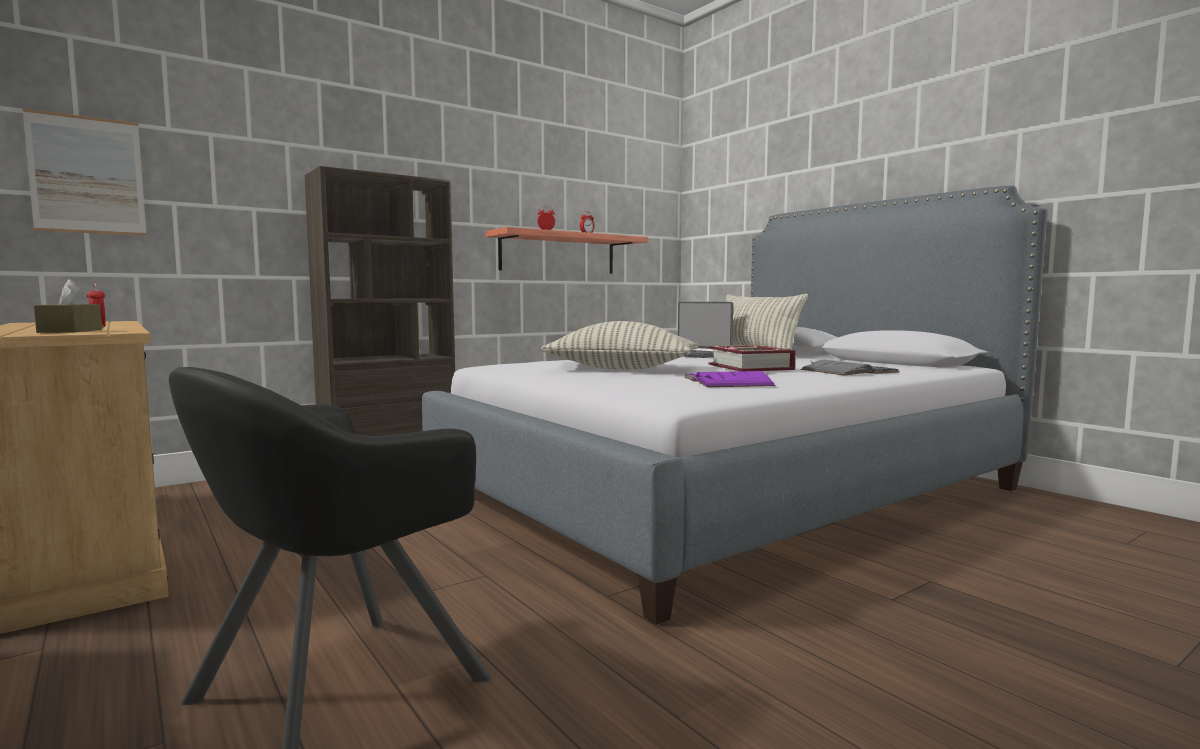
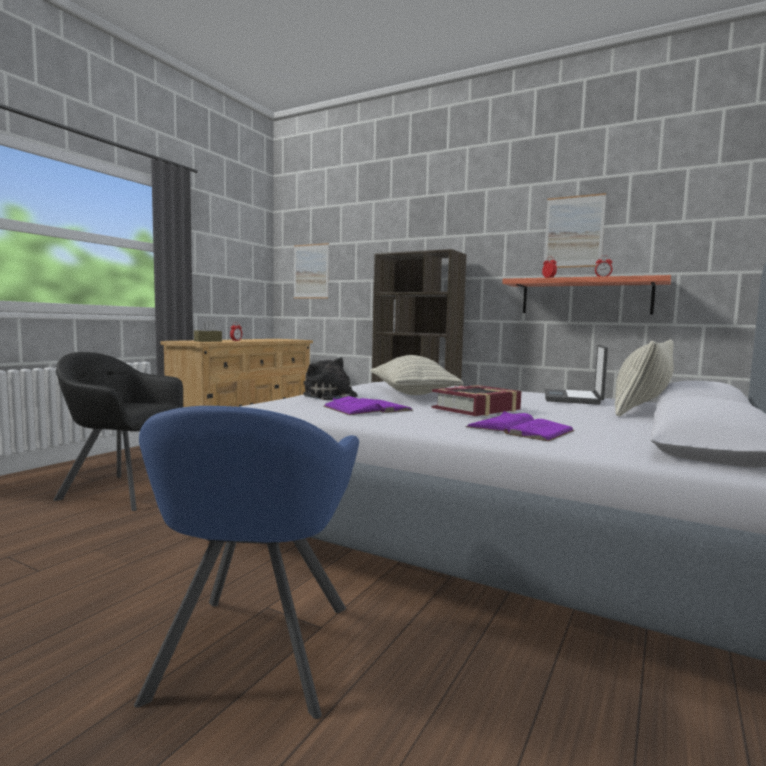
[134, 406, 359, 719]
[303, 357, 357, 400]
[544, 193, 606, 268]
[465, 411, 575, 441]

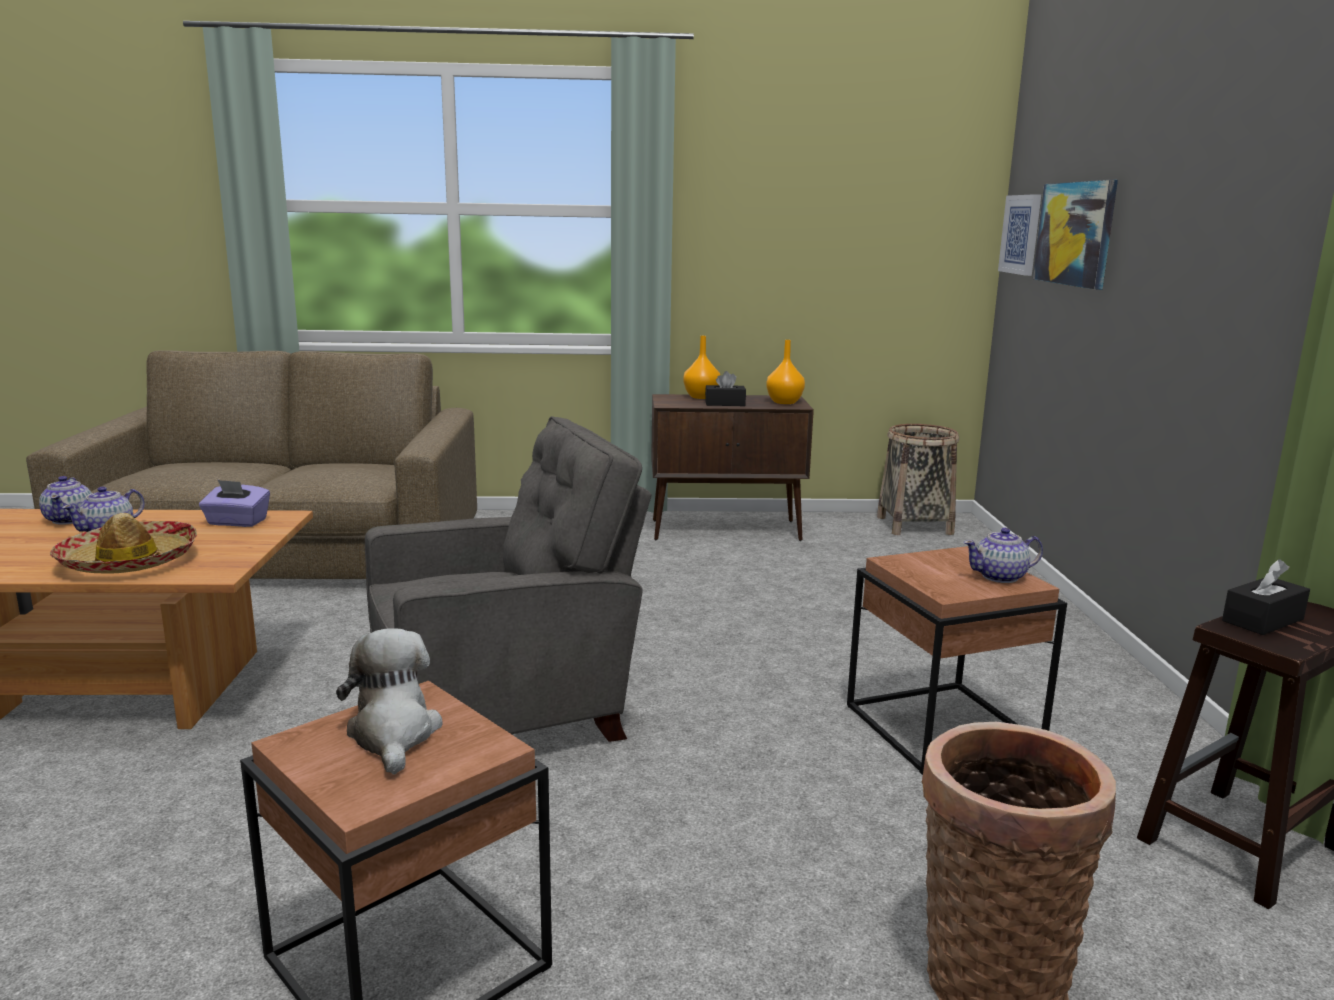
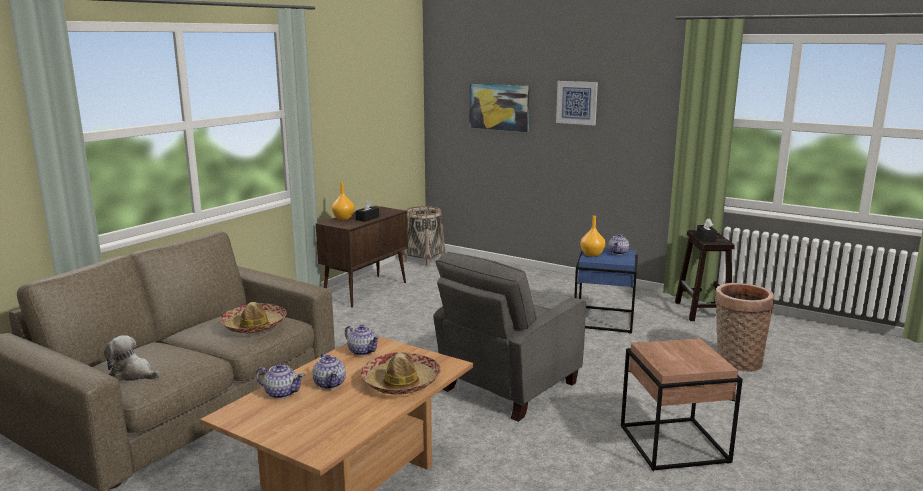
[220, 302, 287, 333]
[104, 335, 160, 381]
[580, 216, 605, 257]
[556, 81, 598, 125]
[345, 325, 380, 356]
[574, 248, 638, 334]
[433, 252, 586, 422]

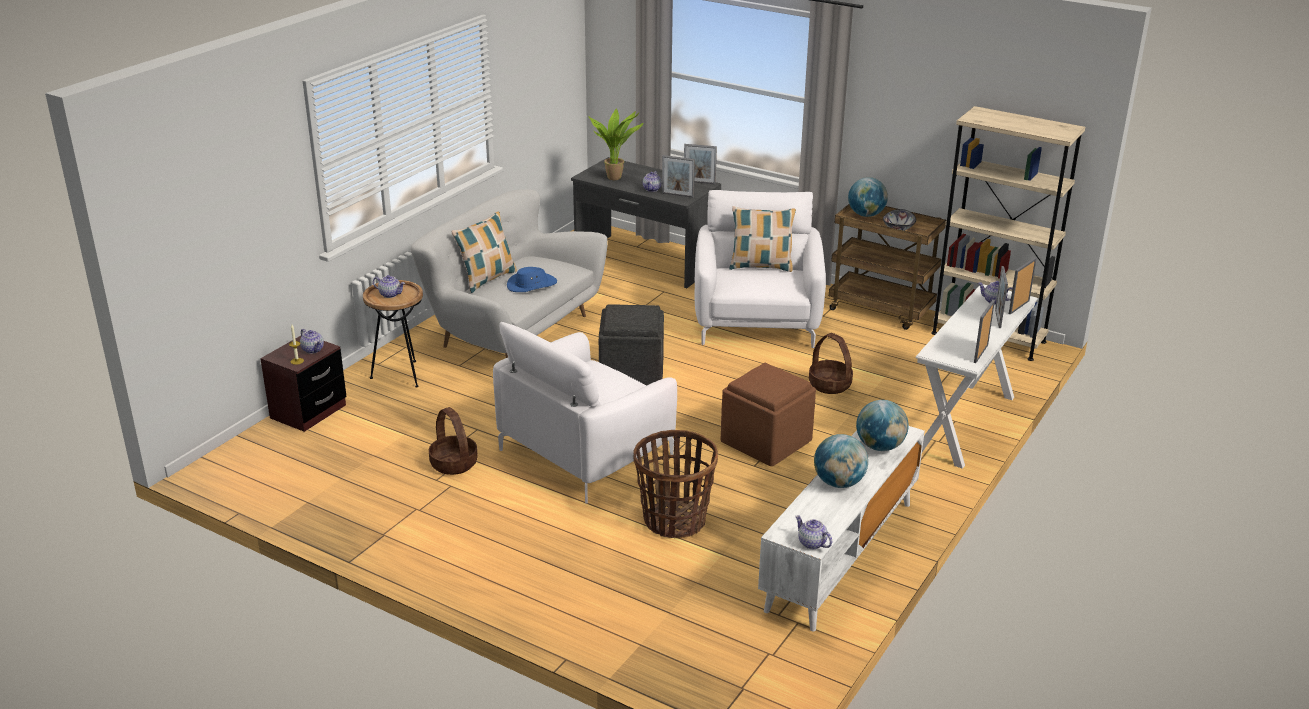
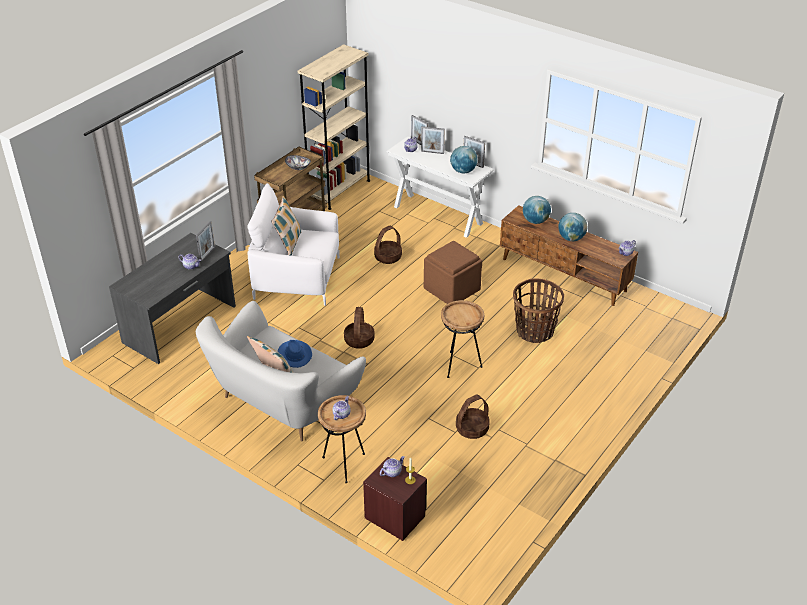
[588, 109, 643, 180] (first image)
[684, 144, 717, 184] (first image)
[450, 146, 478, 173]
[441, 300, 484, 378]
[344, 307, 375, 349]
[500, 205, 638, 306]

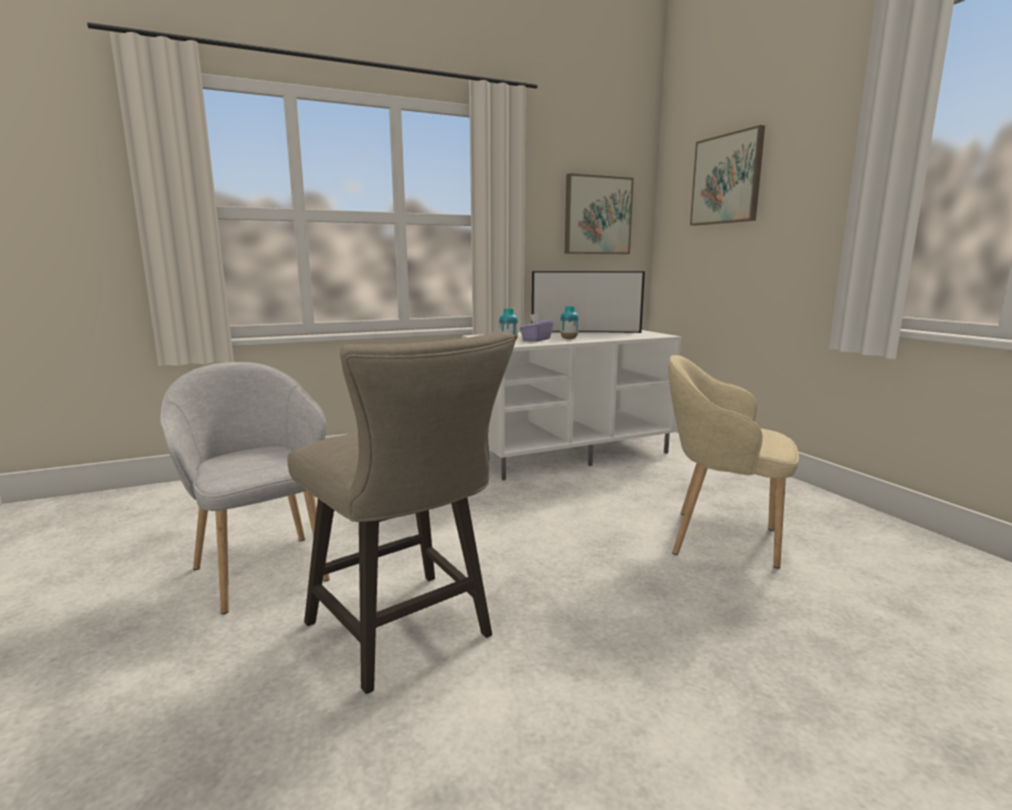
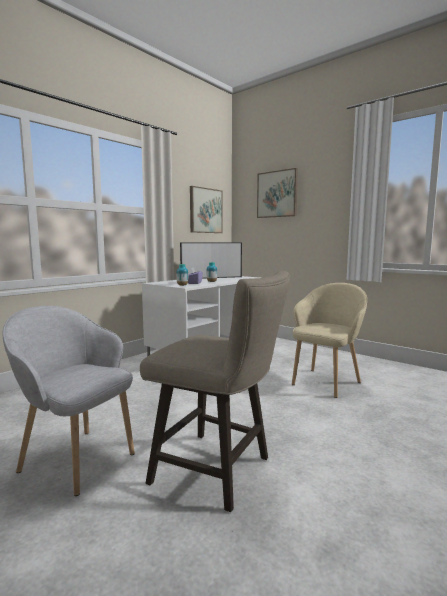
[292, 283, 367, 398]

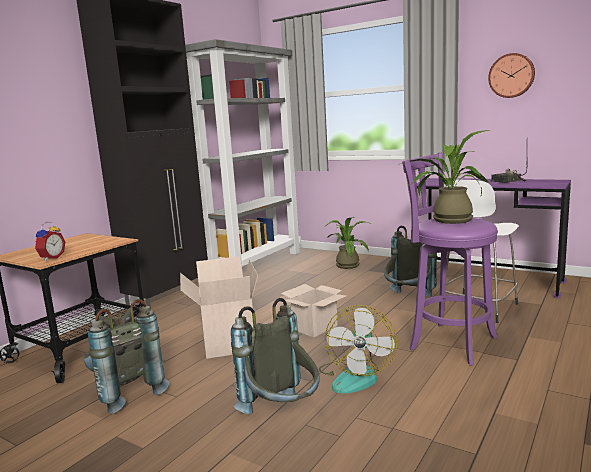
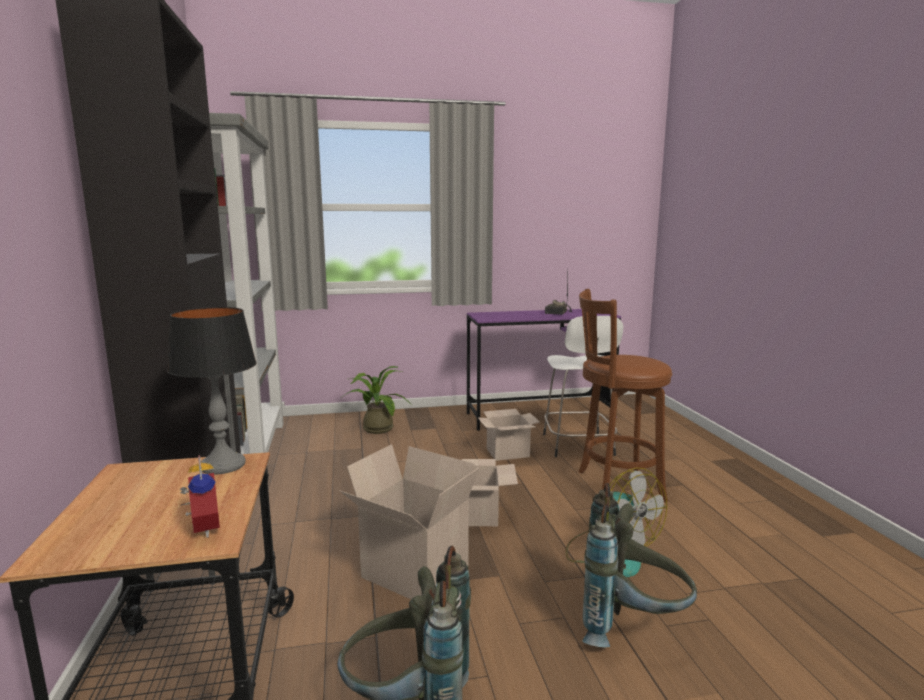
[401, 130, 490, 224] (first image)
[488, 53, 535, 98] (first image)
[167, 307, 257, 474]
[478, 409, 540, 461]
[579, 289, 672, 503]

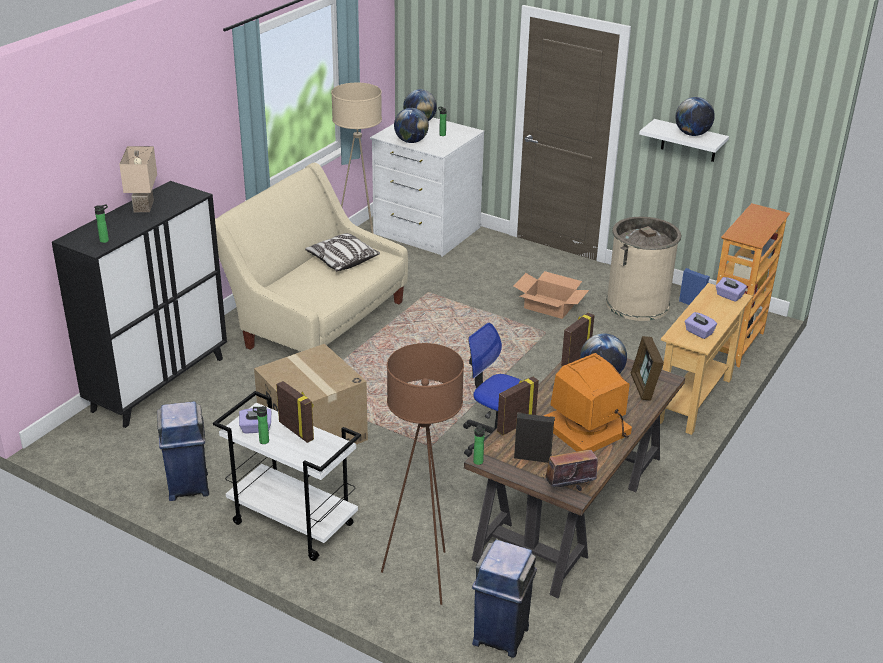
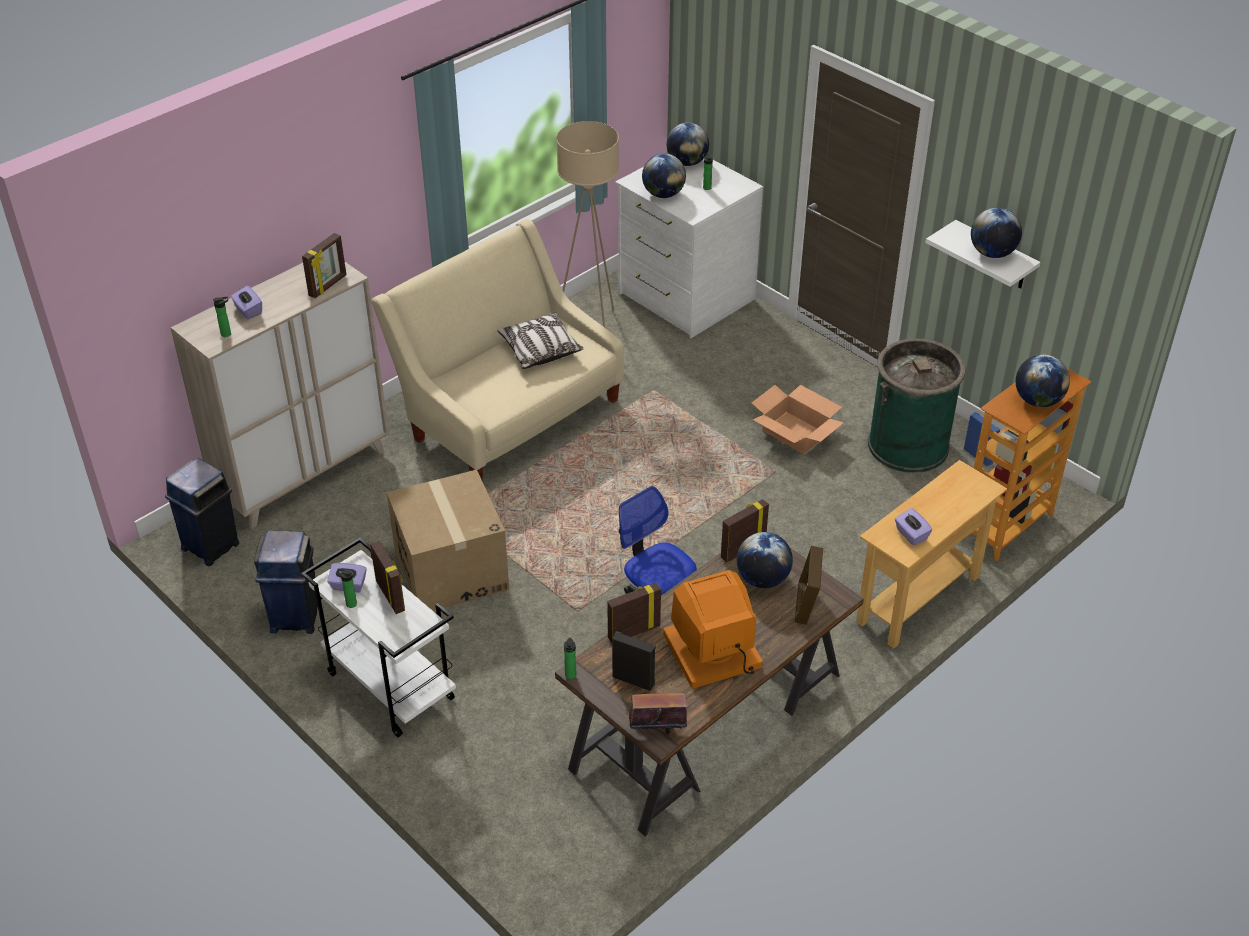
[119, 146, 157, 212] (first image)
[381, 343, 464, 605] (first image)
[302, 233, 346, 298]
[1016, 355, 1070, 407]
[165, 458, 239, 566]
[231, 286, 262, 319]
[171, 262, 389, 529]
[868, 338, 966, 473]

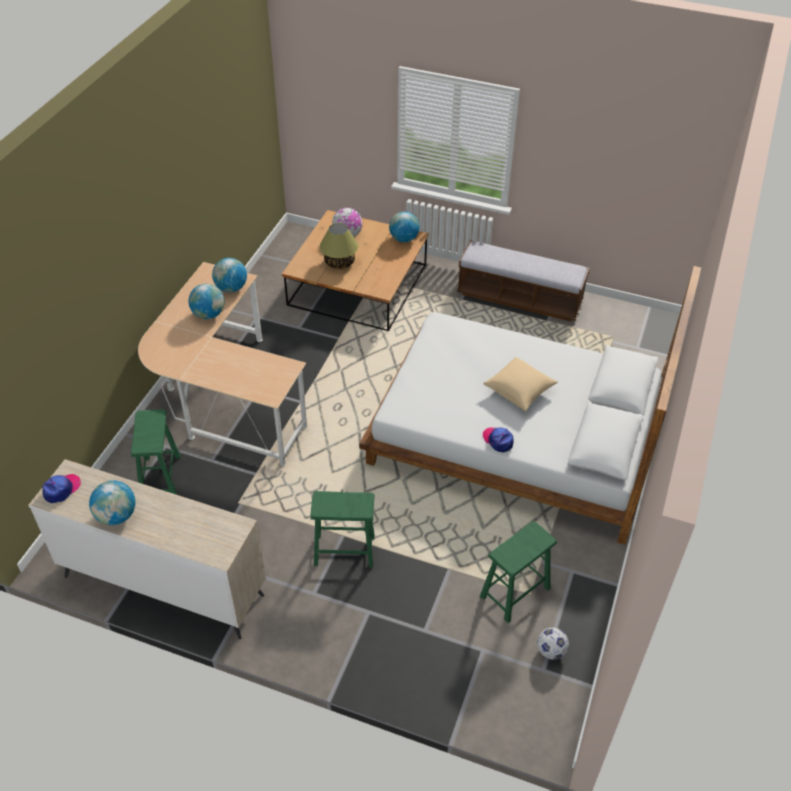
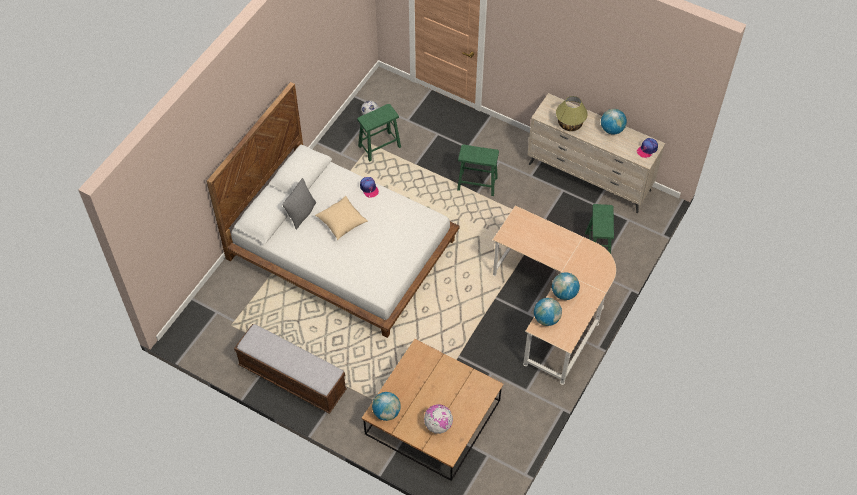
[283, 178, 316, 230]
[556, 96, 588, 131]

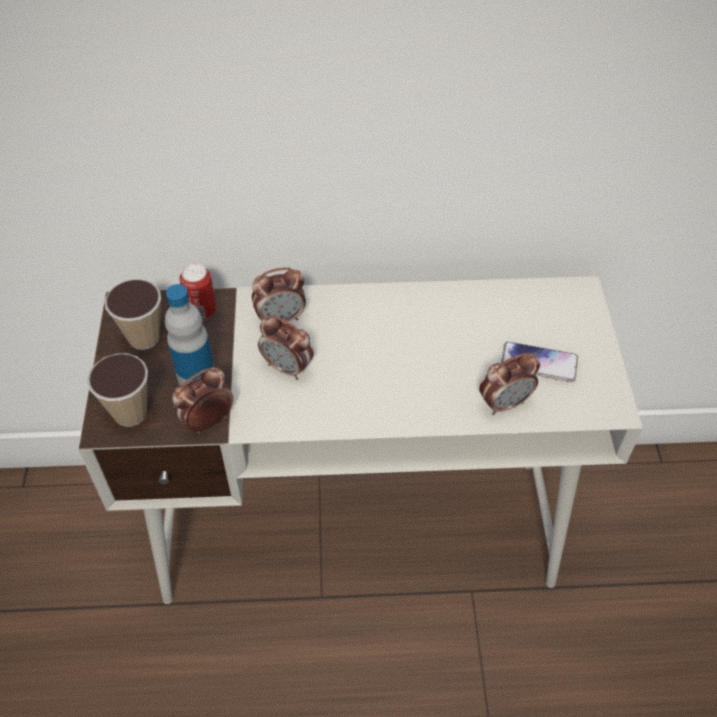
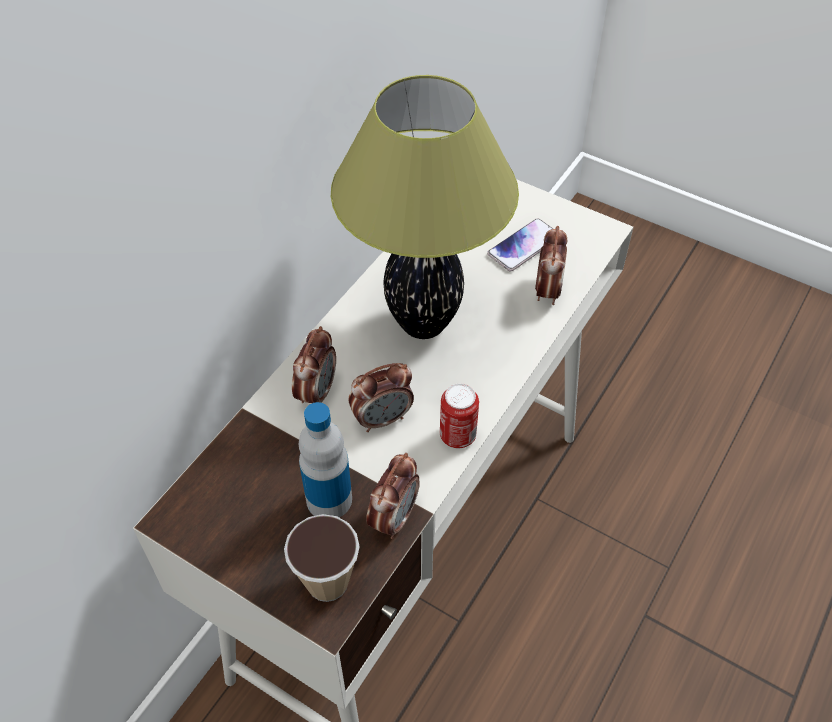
[105, 279, 161, 350] (first image)
[331, 75, 519, 339]
[440, 383, 479, 448]
[366, 453, 420, 539]

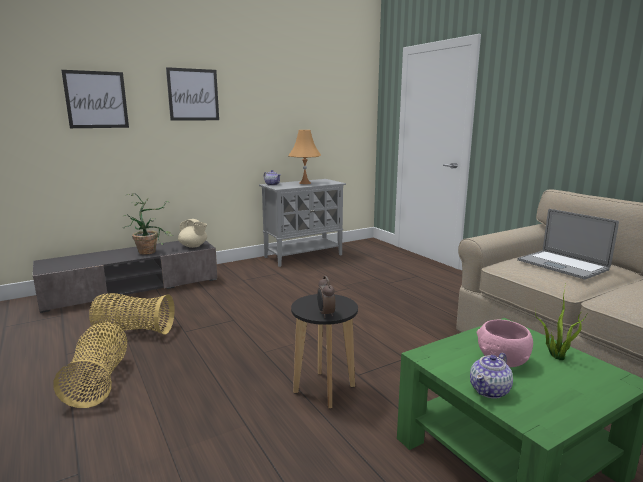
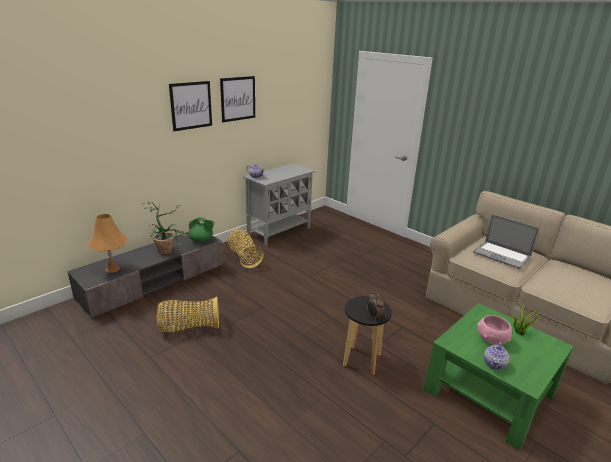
[228, 229, 264, 268]
[220, 76, 255, 122]
[87, 214, 128, 273]
[188, 217, 214, 242]

